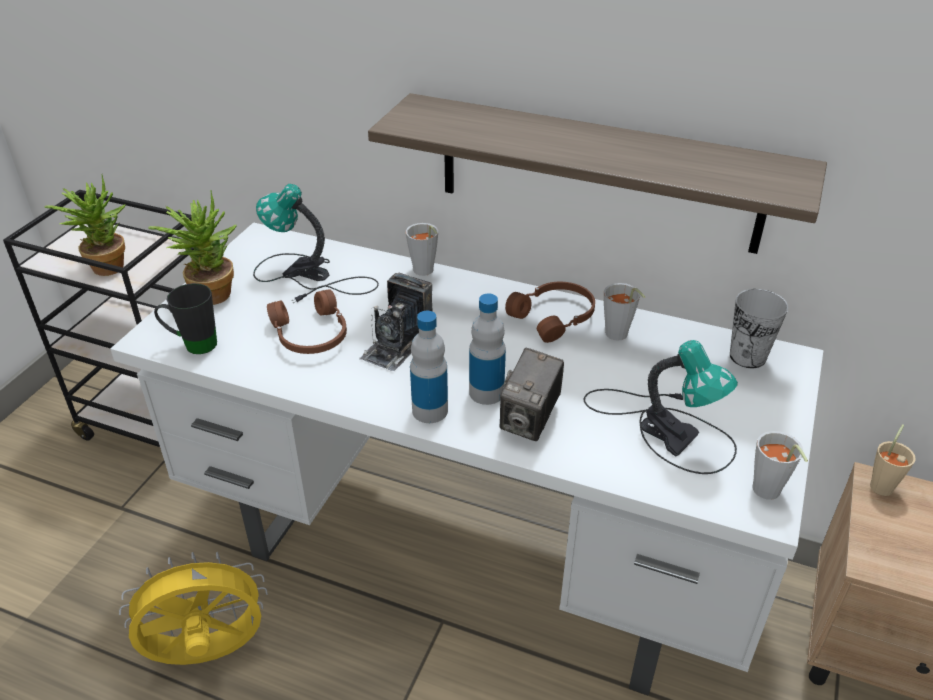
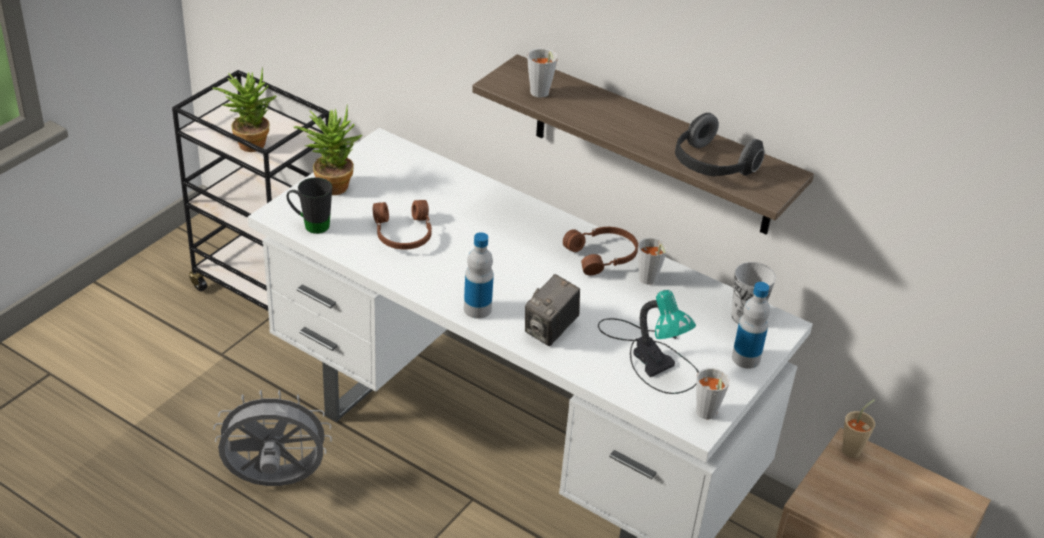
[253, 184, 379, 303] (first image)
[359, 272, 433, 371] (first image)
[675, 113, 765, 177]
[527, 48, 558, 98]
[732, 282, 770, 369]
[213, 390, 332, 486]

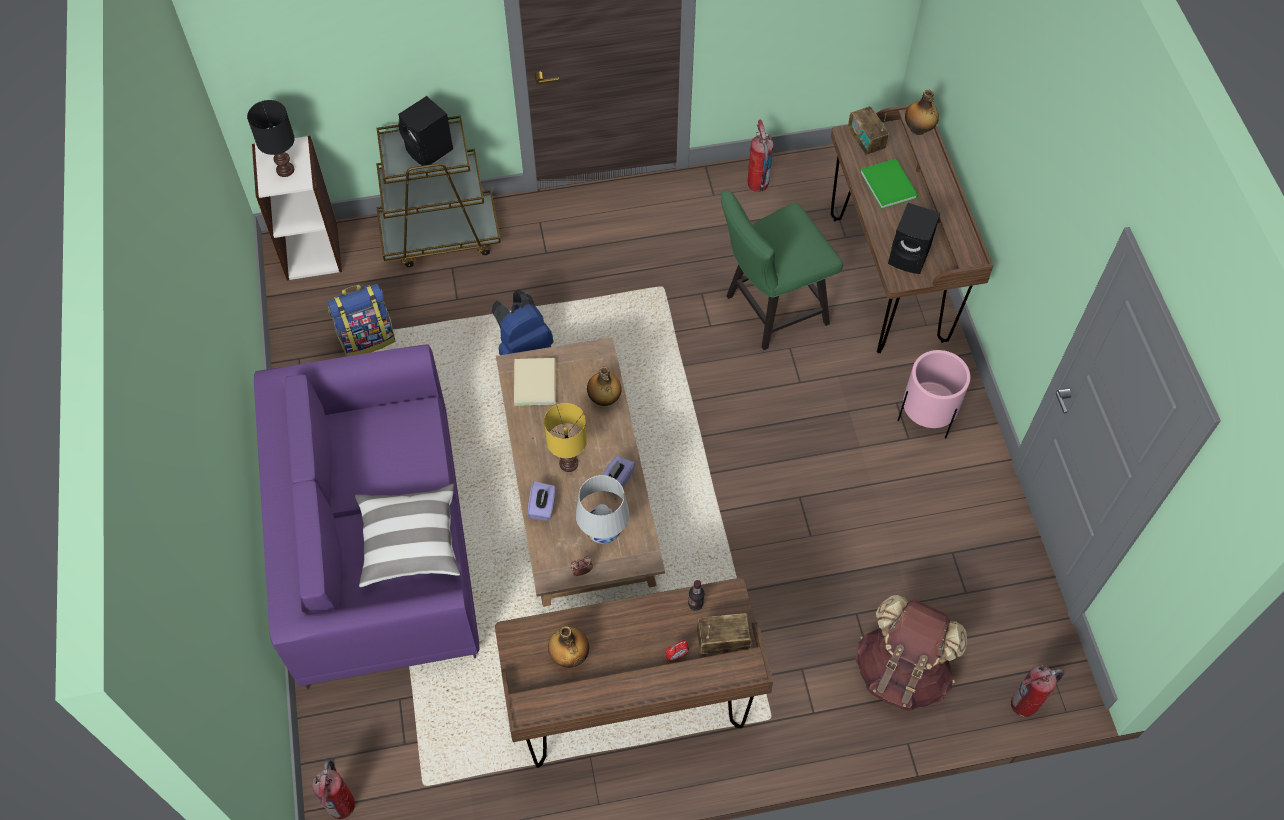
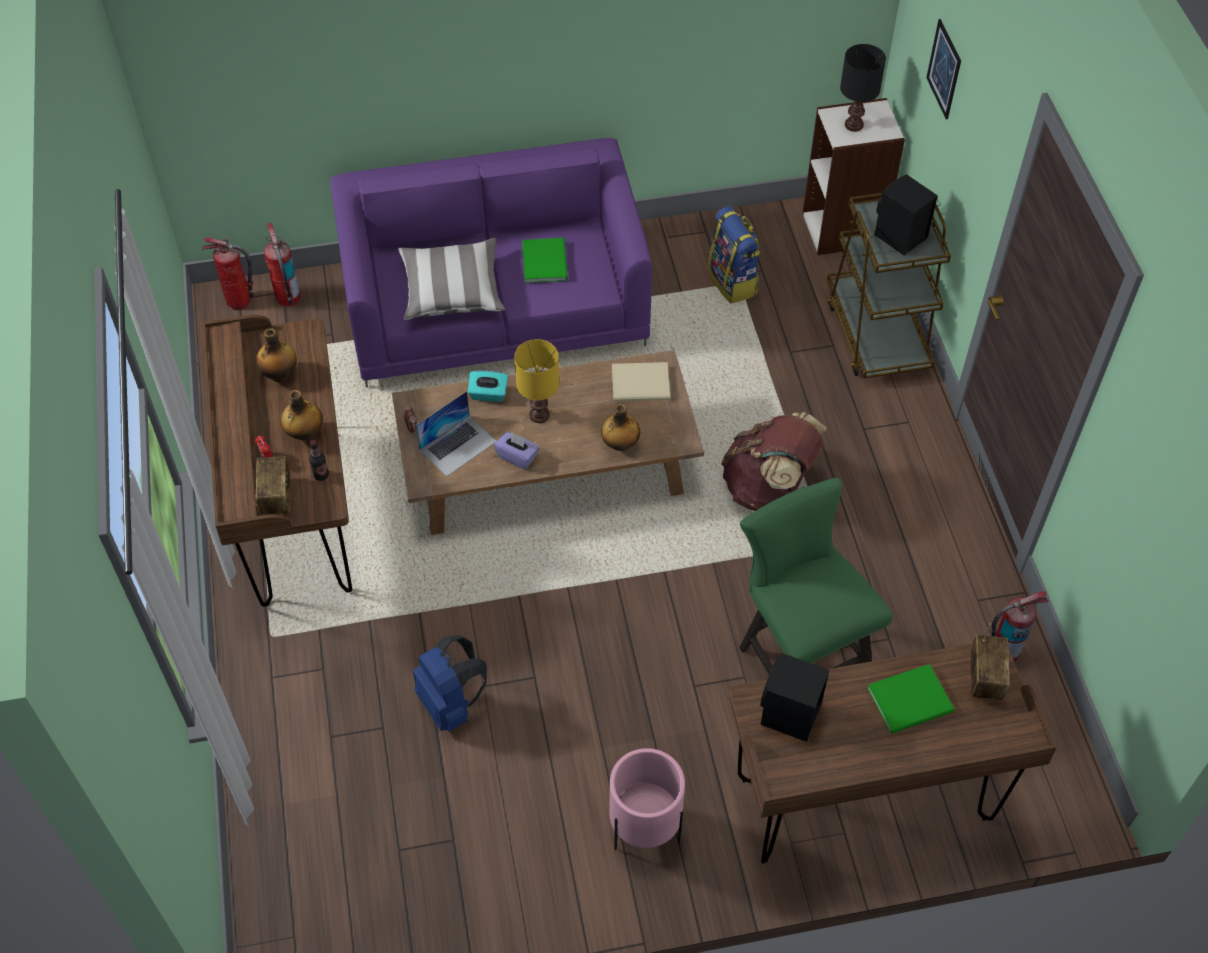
[522, 238, 568, 283]
[926, 19, 961, 119]
[413, 635, 487, 732]
[721, 412, 827, 511]
[281, 390, 323, 440]
[264, 223, 300, 307]
[415, 391, 497, 477]
[467, 371, 508, 402]
[971, 623, 1009, 701]

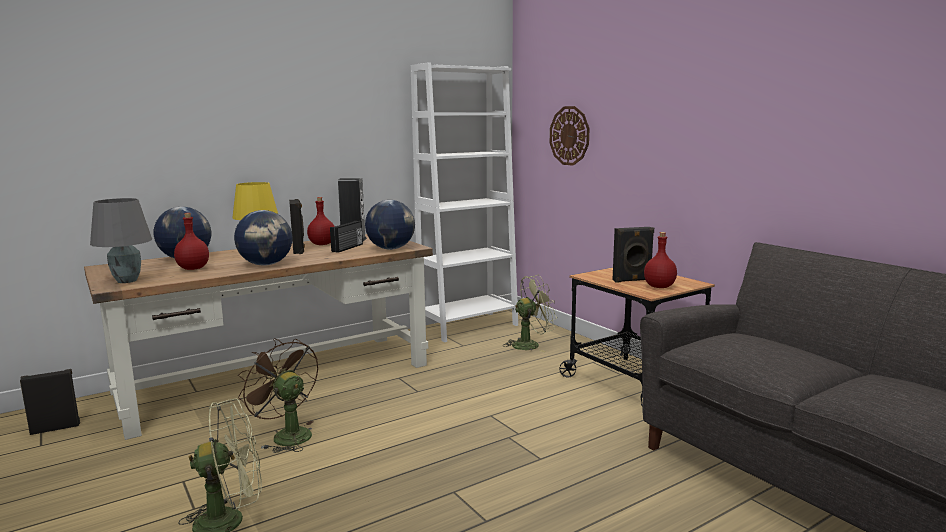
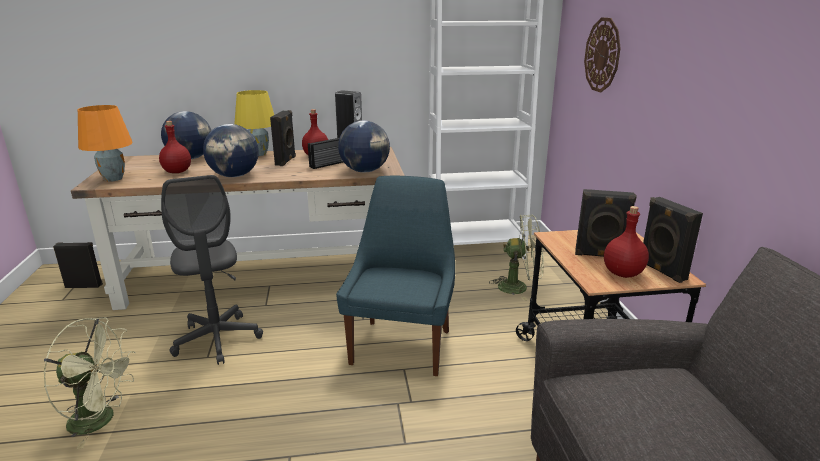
[336, 176, 455, 376]
[643, 197, 703, 283]
[161, 175, 263, 365]
[78, 105, 133, 182]

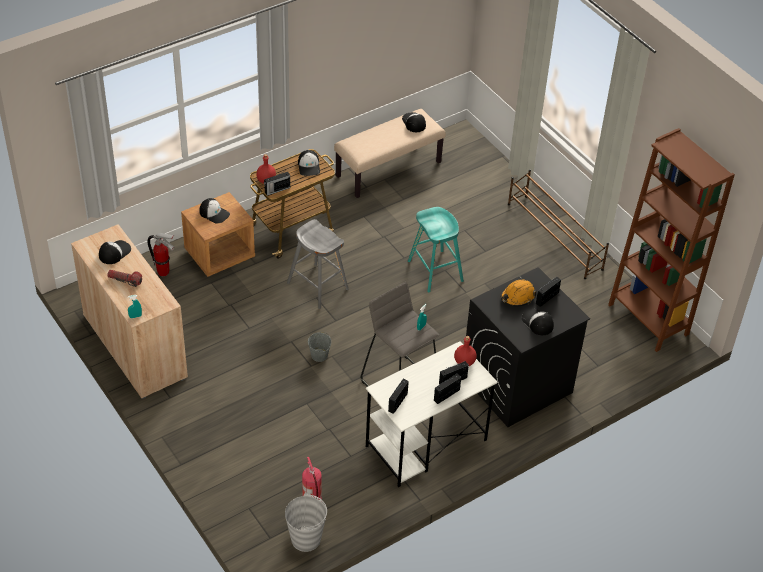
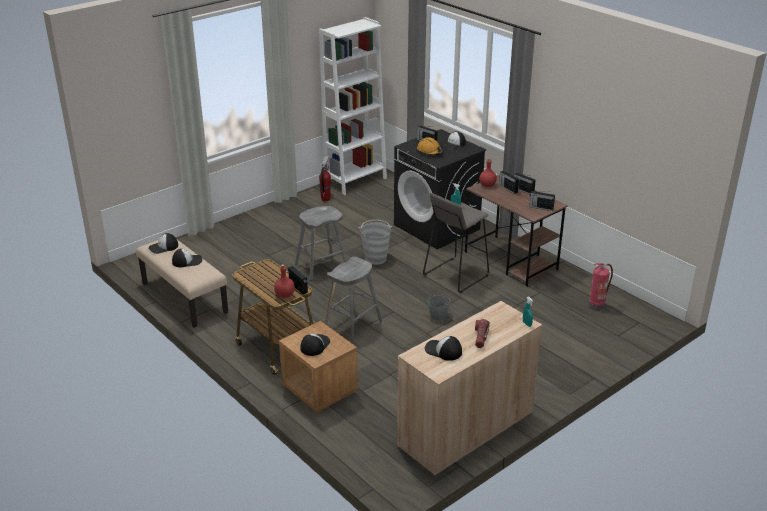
[508, 169, 609, 279] (first image)
[319, 155, 331, 201]
[359, 220, 392, 265]
[172, 249, 202, 267]
[465, 174, 568, 287]
[295, 206, 347, 280]
[319, 17, 387, 195]

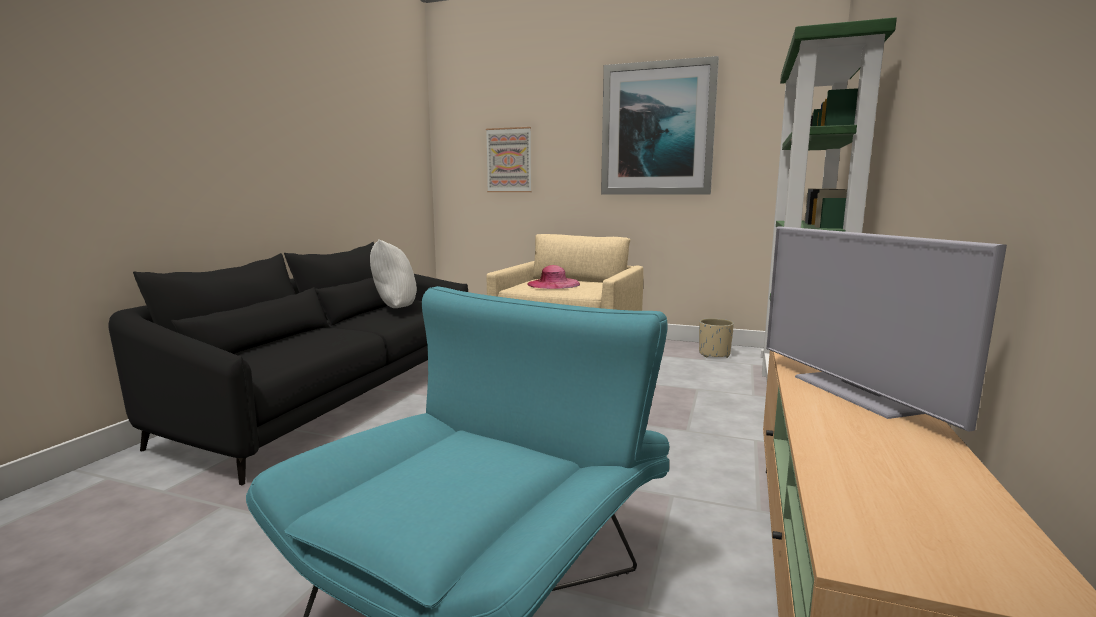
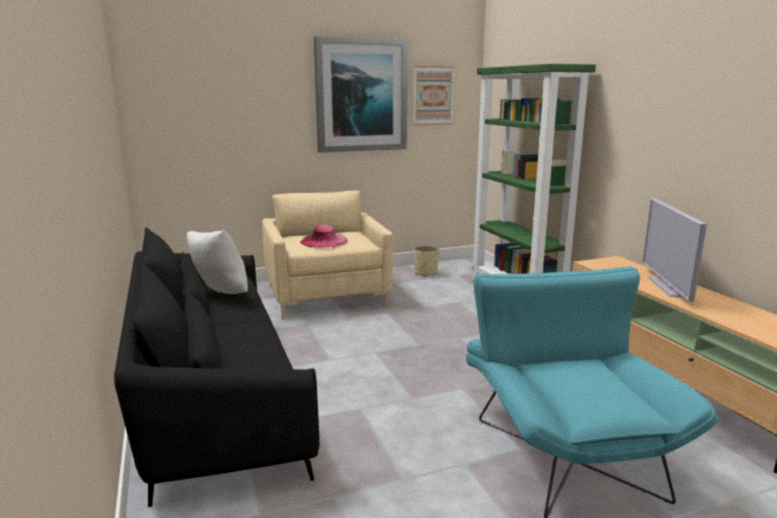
[413, 66, 454, 125]
[643, 198, 707, 302]

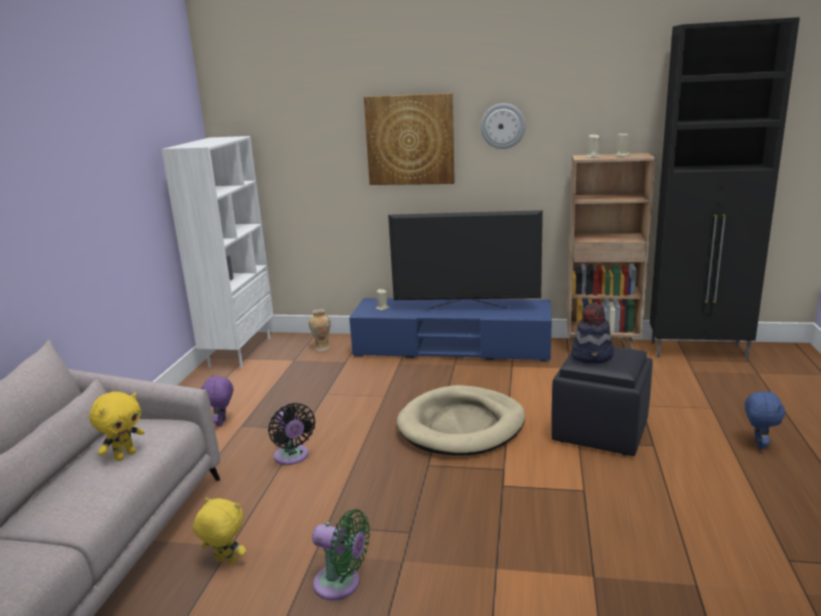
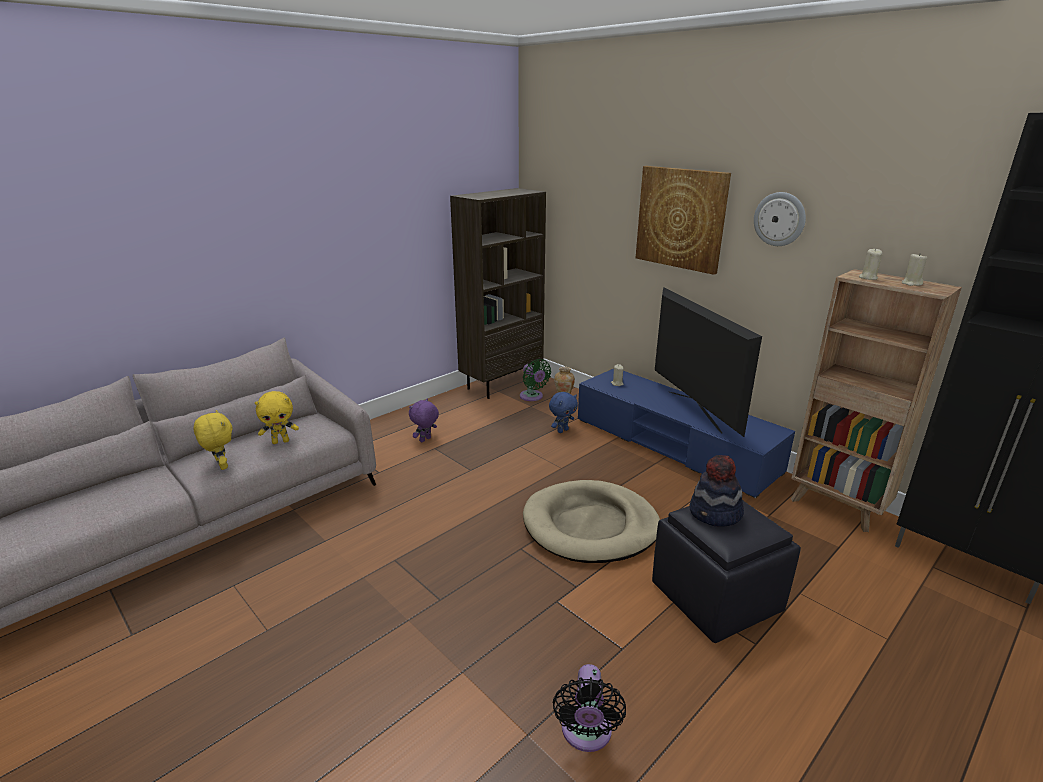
[194, 410, 232, 470]
[553, 664, 626, 752]
[520, 359, 551, 401]
[549, 392, 578, 433]
[450, 188, 546, 399]
[655, 287, 762, 437]

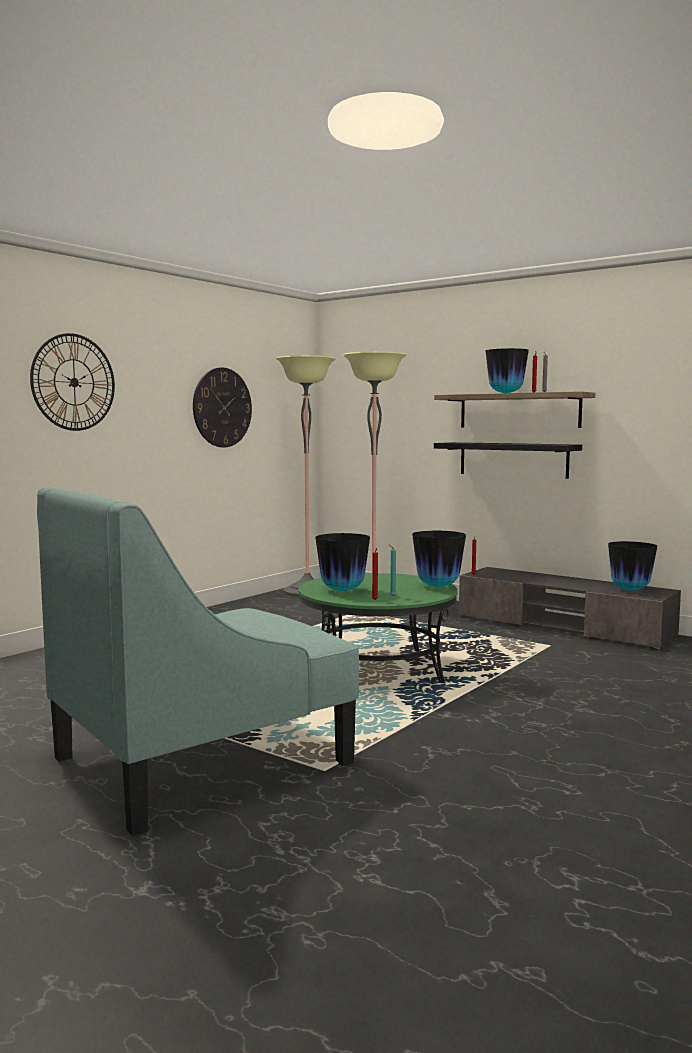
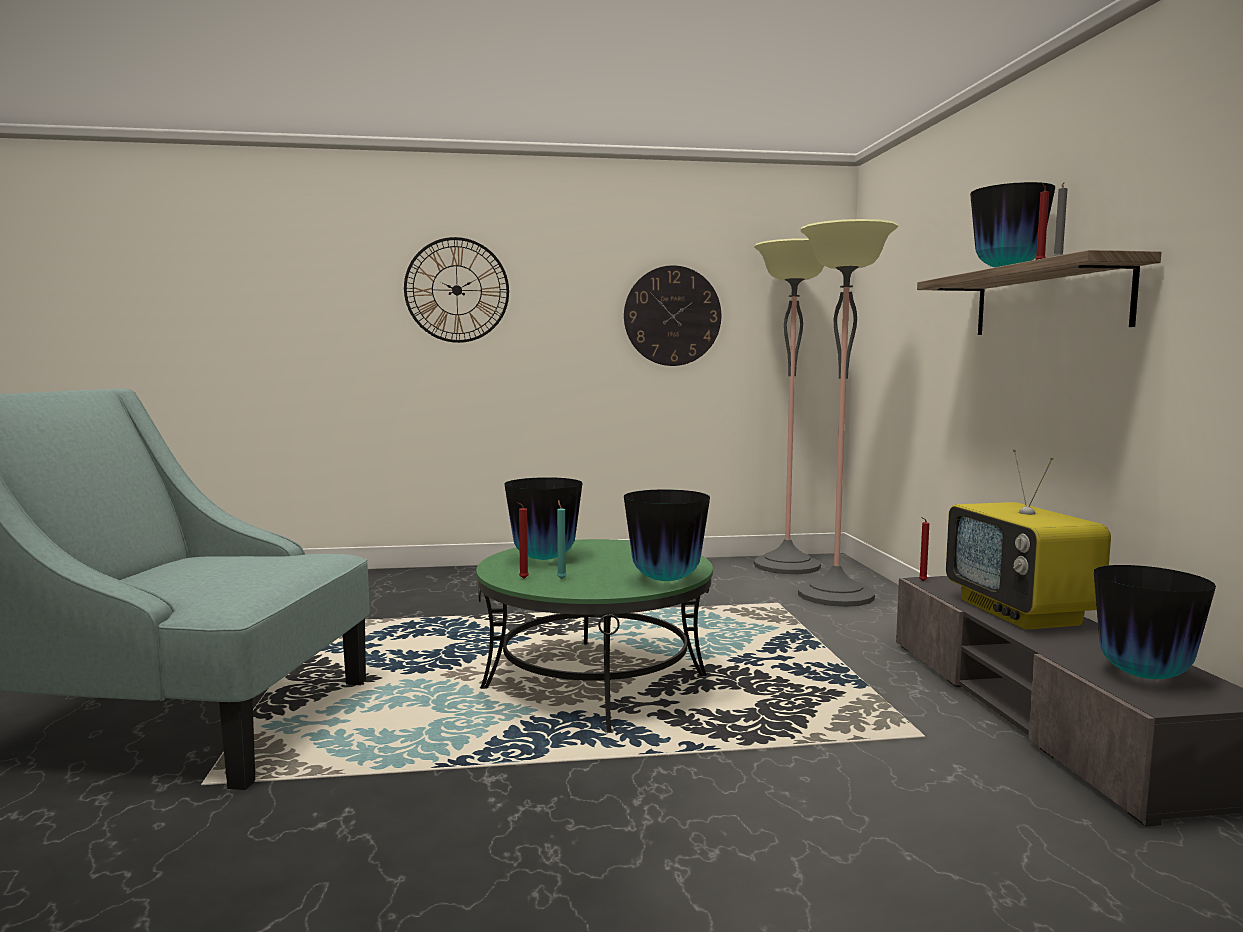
[434, 442, 582, 479] (first image)
[946, 449, 1111, 630]

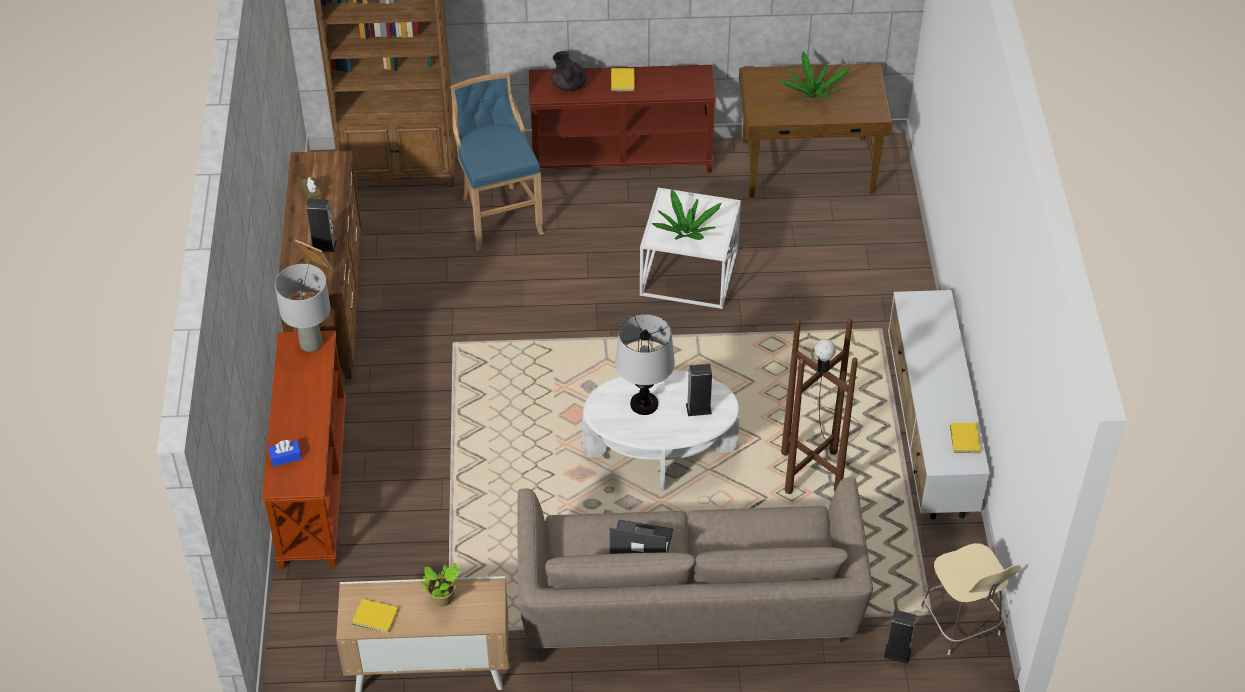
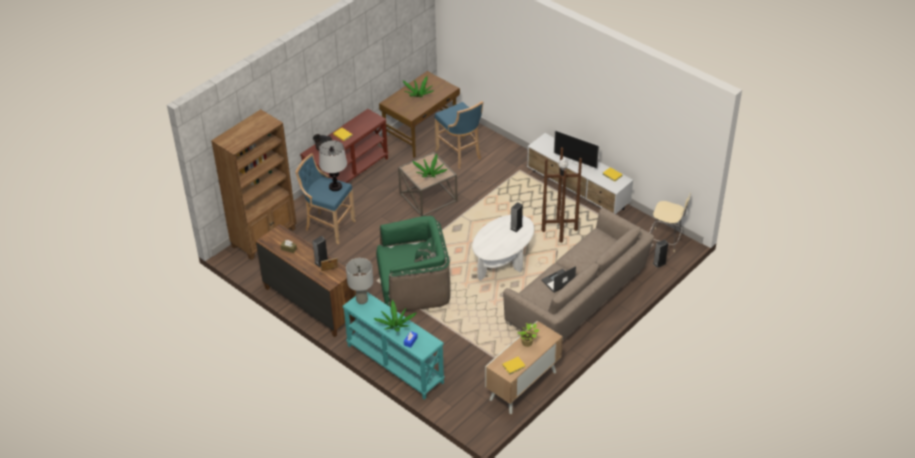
[374, 300, 416, 332]
[376, 216, 450, 312]
[435, 101, 483, 169]
[554, 130, 599, 169]
[319, 140, 347, 191]
[343, 292, 445, 400]
[398, 152, 457, 216]

